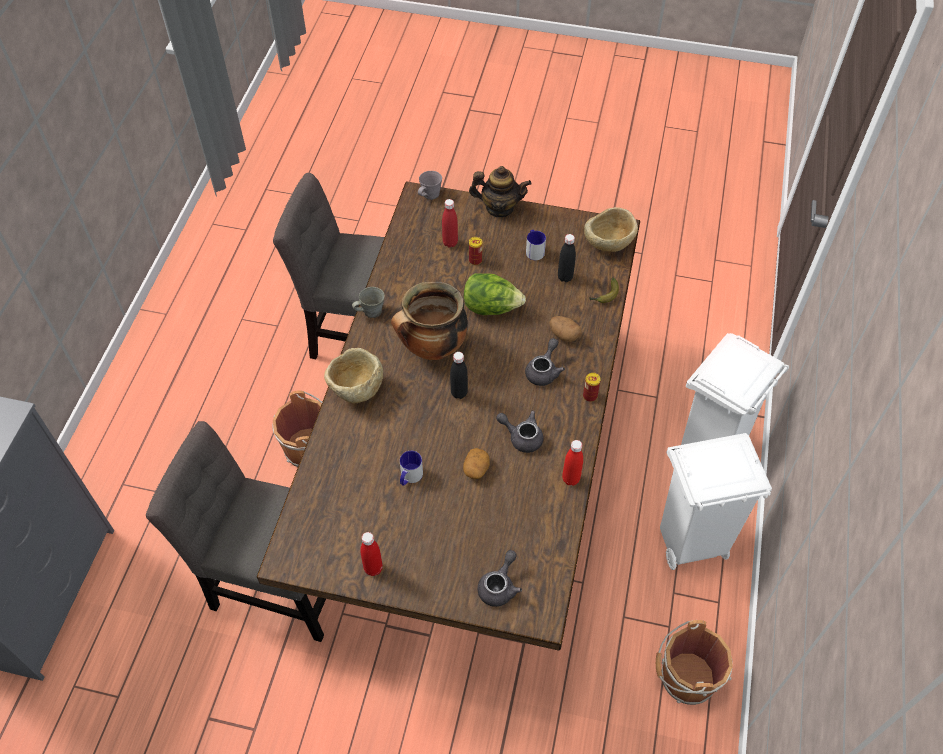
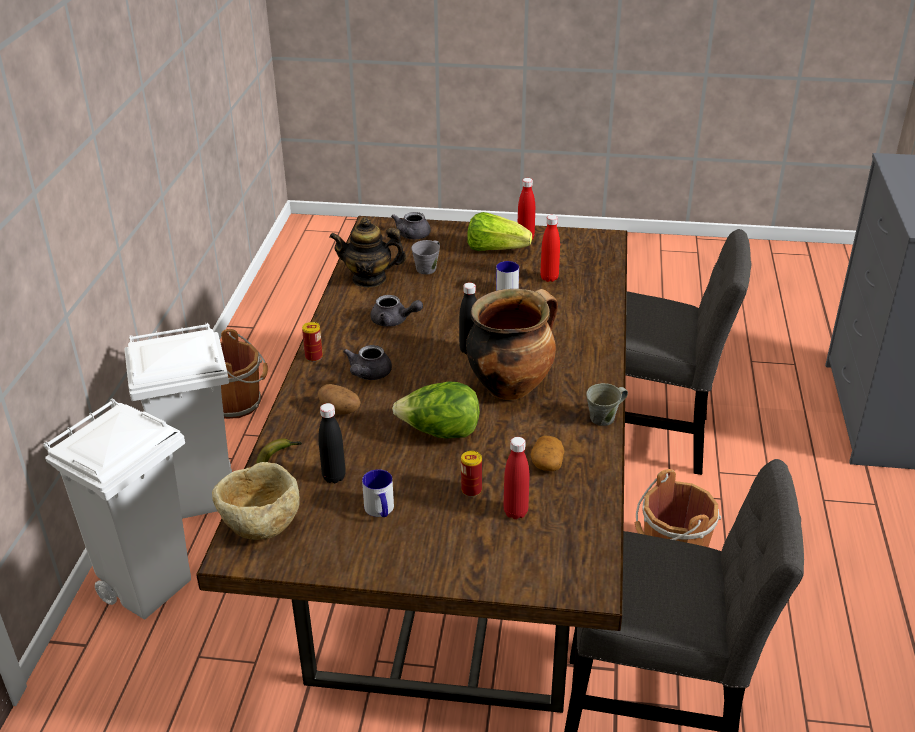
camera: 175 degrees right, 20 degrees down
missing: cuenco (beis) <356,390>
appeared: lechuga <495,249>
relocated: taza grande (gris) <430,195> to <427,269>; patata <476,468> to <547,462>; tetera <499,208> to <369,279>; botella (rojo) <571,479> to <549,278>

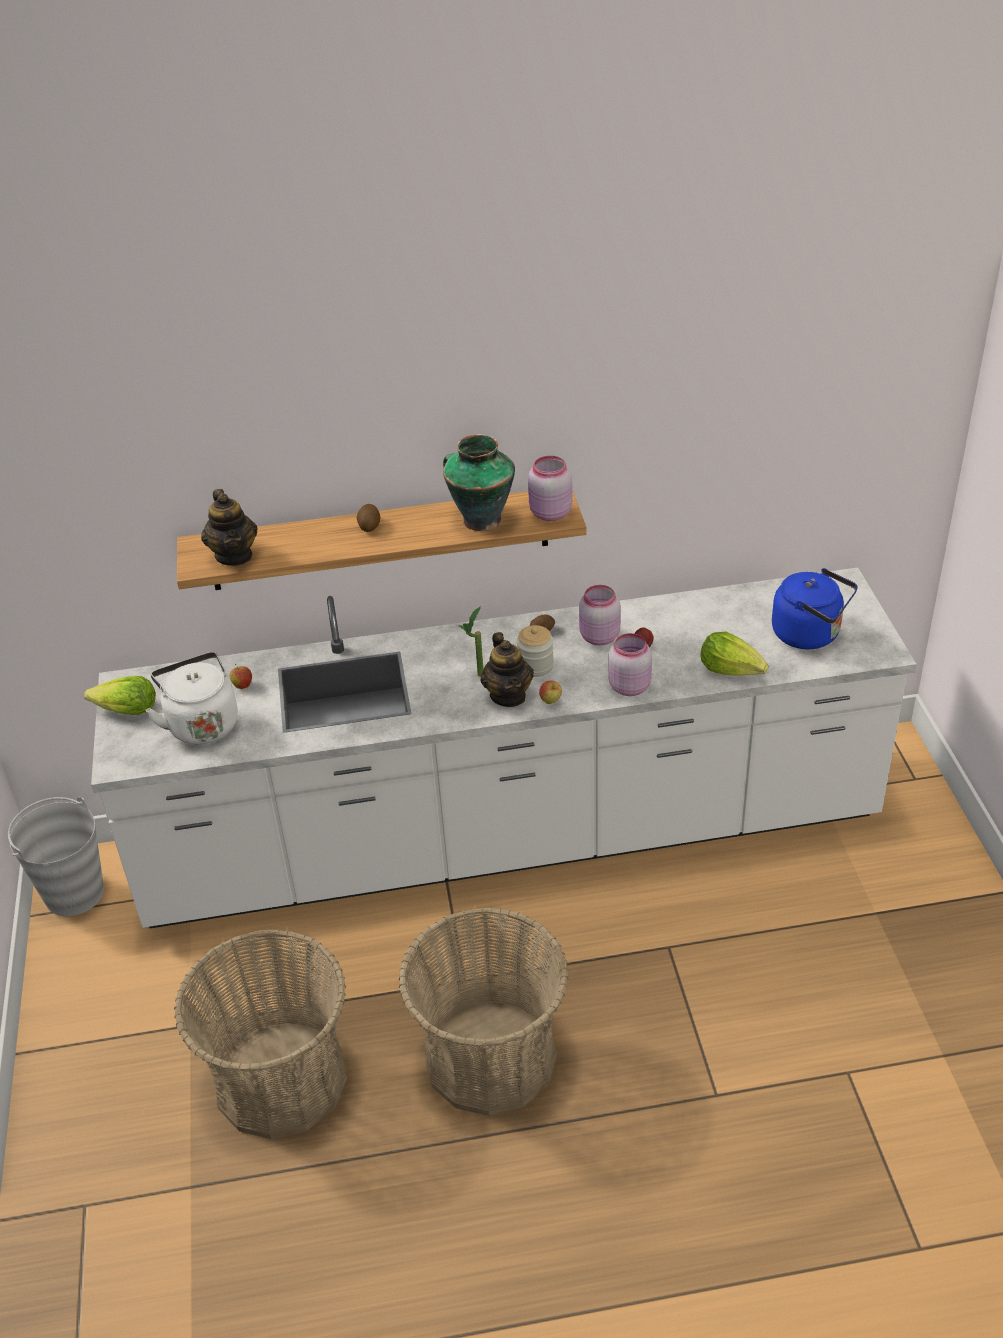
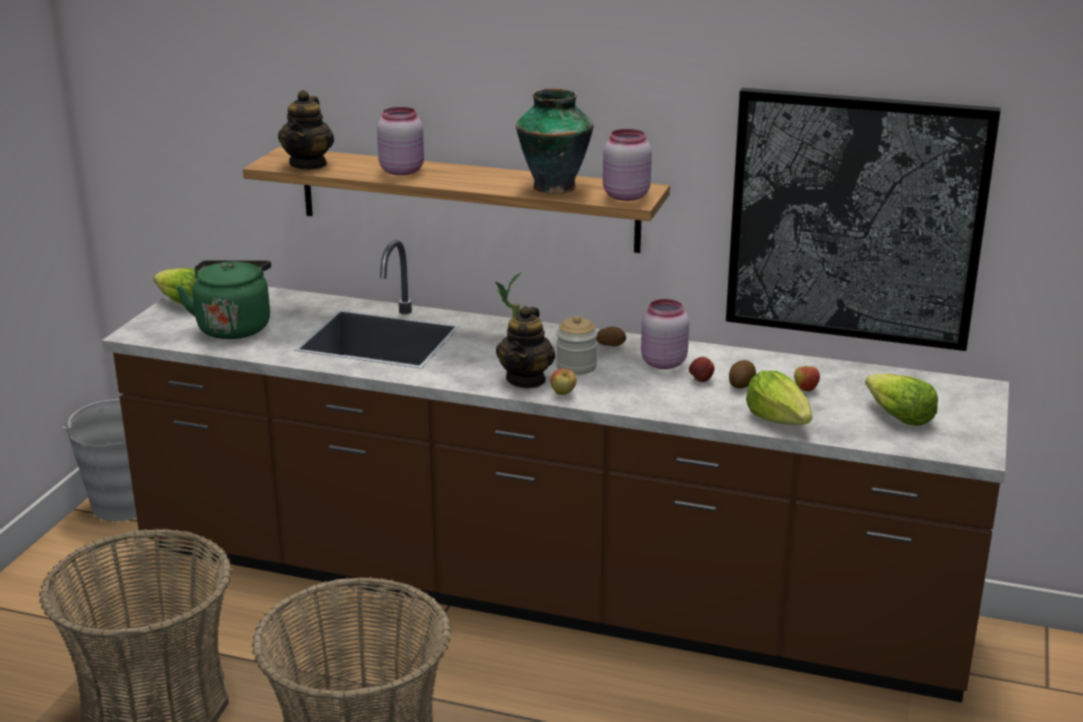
camera: 25 degrees right, 15 degrees down
appeared: cuadro <855,218>
relocated: manzana <242,685> to <805,389>; patata <369,526> to <741,384>; tarro (rosa) <629,686> to <402,170>
exchanged: hervidor (azul) <810,634> to lechuga <898,417>
colour: mueble bajo de cocina (blanco) <511,840> to mueble bajo de cocina (marrón) <541,593>; hervidor (blanco) <201,723> to hervidor (verde) <234,327>

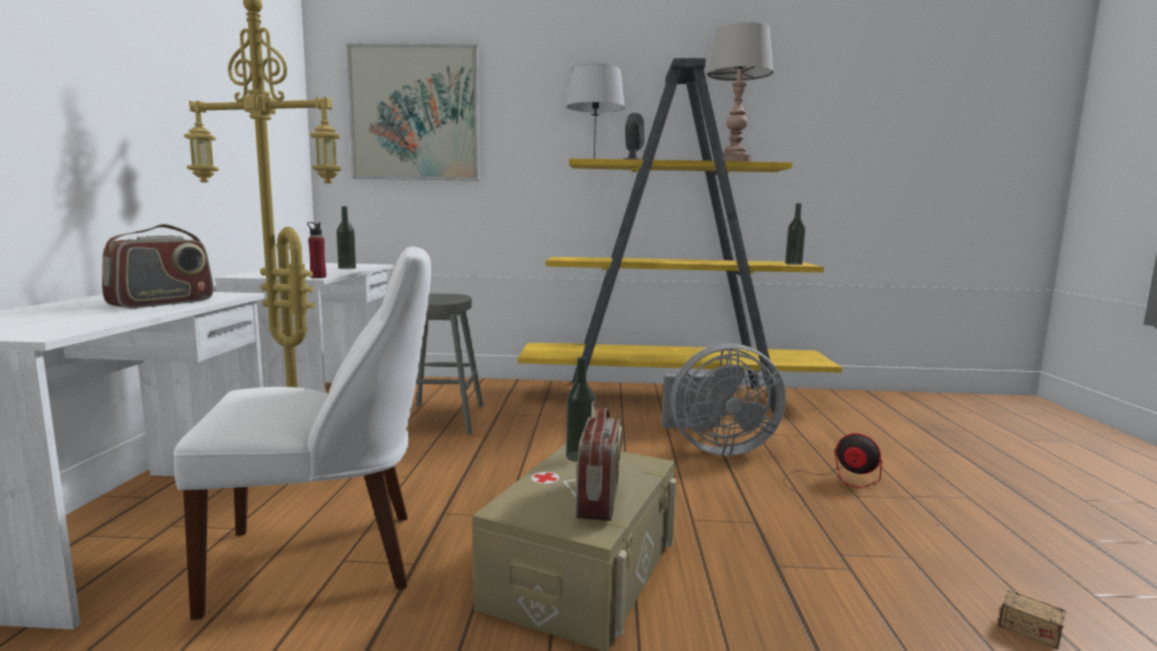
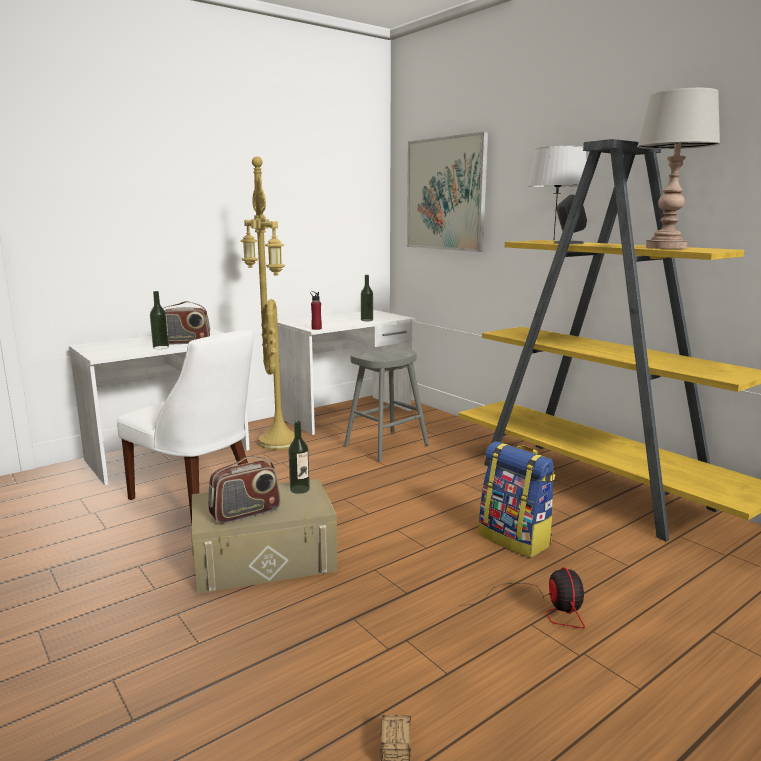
camera: 50 degrees right, 5 degrees up
relocated: botella <793,264> to <161,347>
exchanged: ventilador (gris) <716,448> to mochila <515,539>

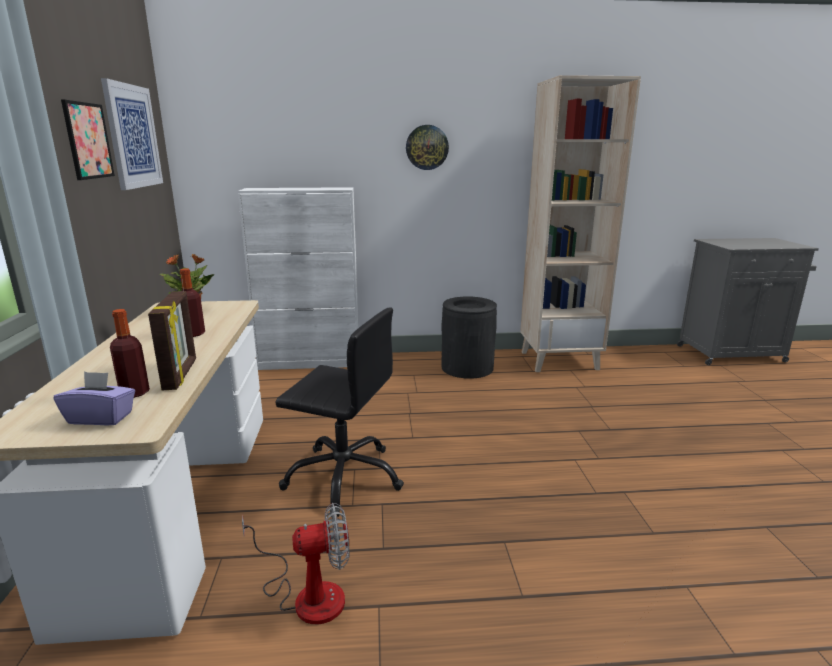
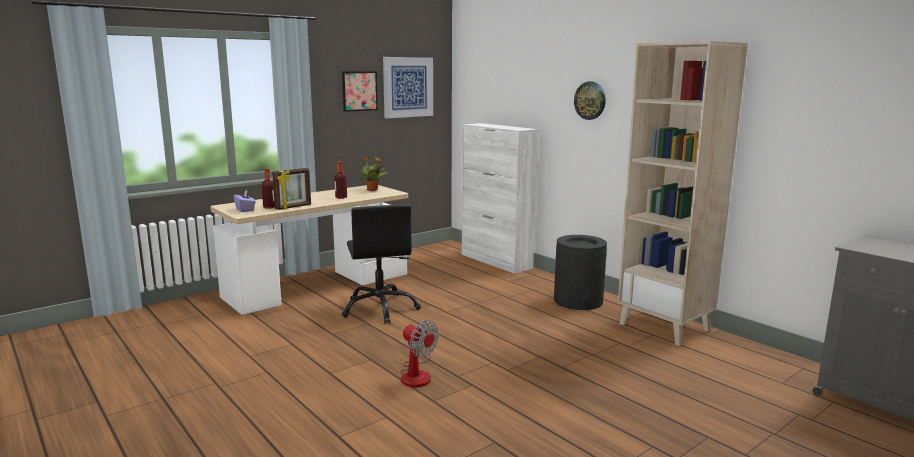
camera: 55 degrees right, 5 degrees down
relocated: ventilador <307,594> to <417,374>

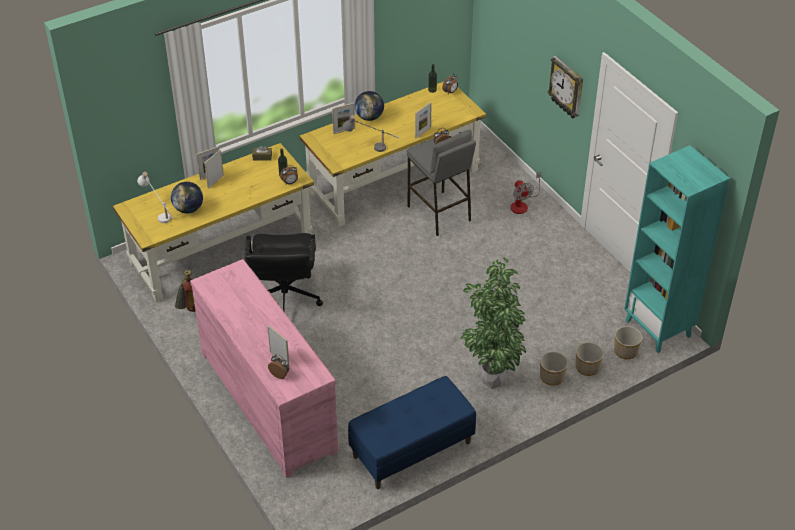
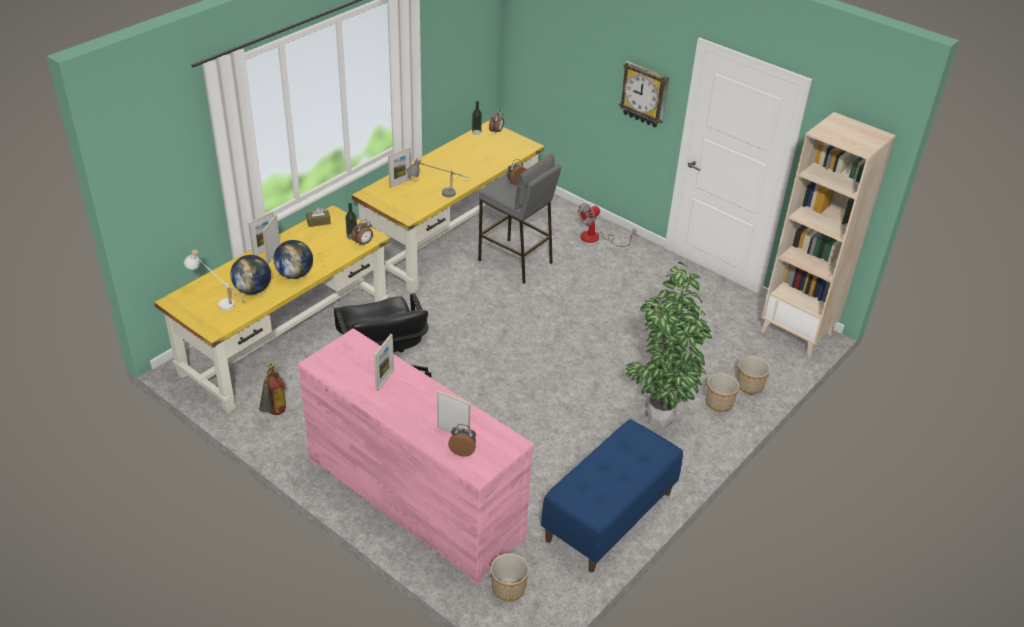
camera: 20 degrees left, 5 degrees down
relocated: globo terráqueo <369,117> to <295,274>; portarretratos <423,132> to <385,380>; maceta <626,351> to <509,588>
colour: estantería (turquesa) <658,328> to estantería (beis) <797,332>
spun: ventilador <522,204> = <597,238> 90 degrees clockwise

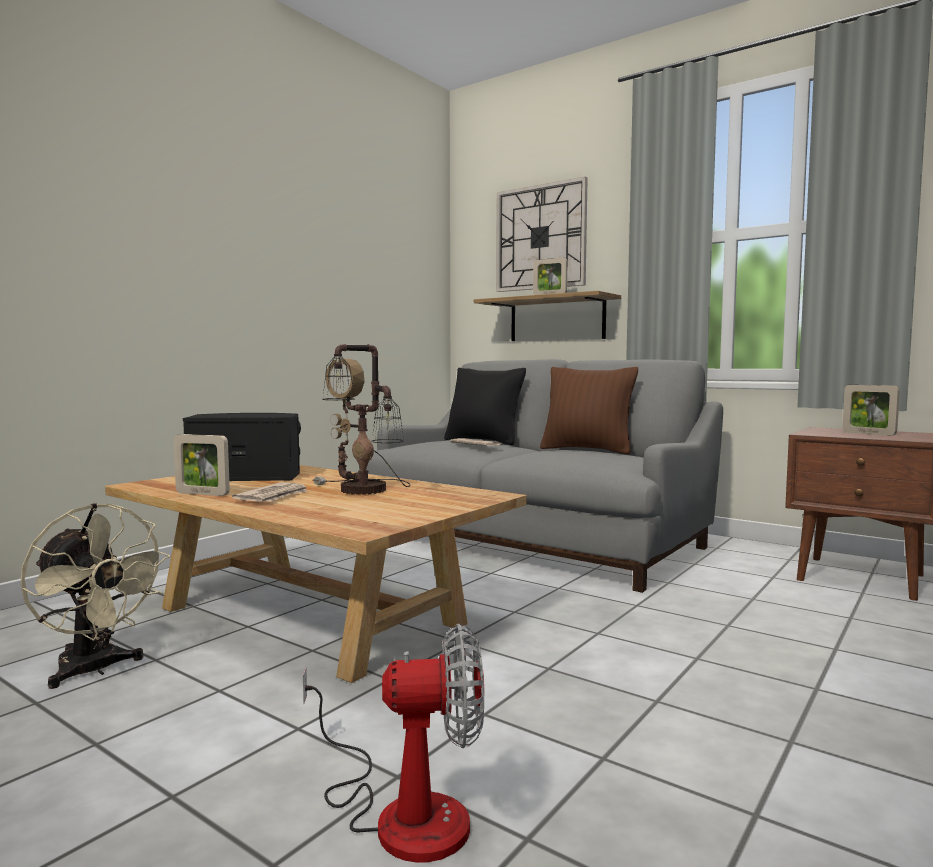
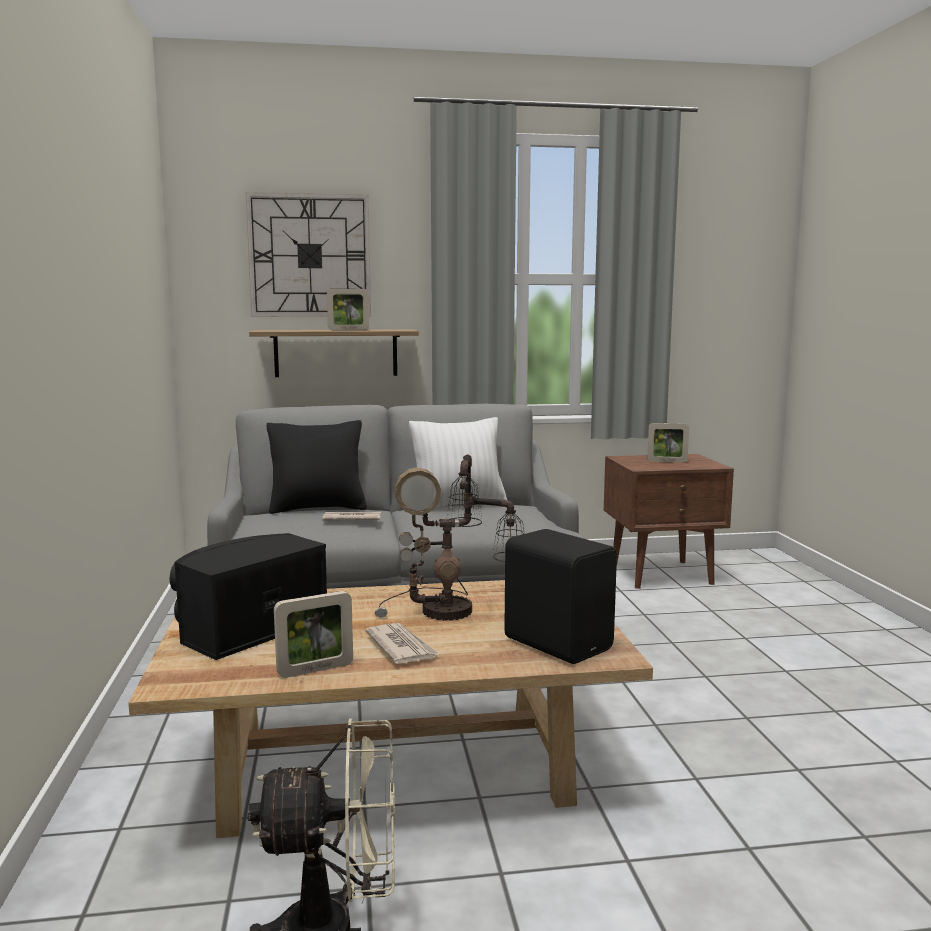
camera: 45 degrees left, 5 degrees up
missing: ventilador <401,811>
appeared: altavoz (negro) <558,643>
colour: cojín (marrón) <587,450> to cojín (blanco) <458,505>

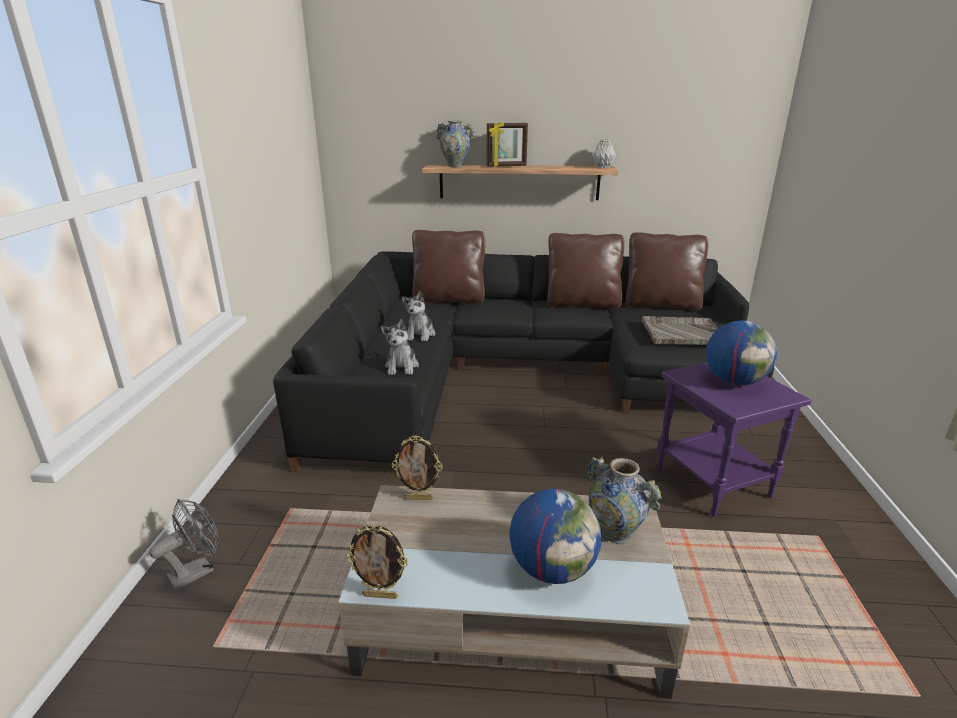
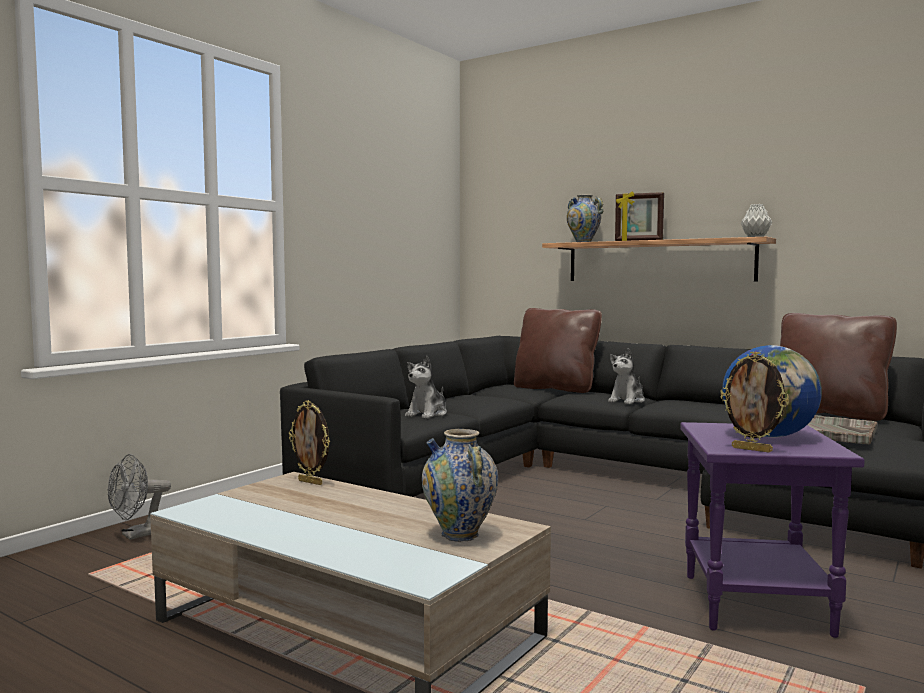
camera: 30 degrees right, 20 degrees down
missing: globo terráqueo <552,569>; cojín (marrón) <582,304>
relocated: portarretratos <380,595> to <752,449>; peluche <420,334> to <627,400>
spun: ventilador (gris) <197,571> = <138,535> 150 degrees clockwise

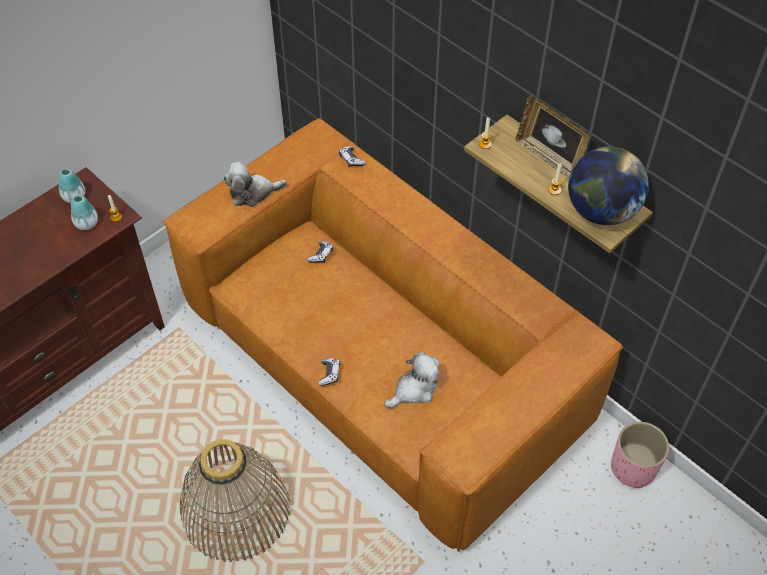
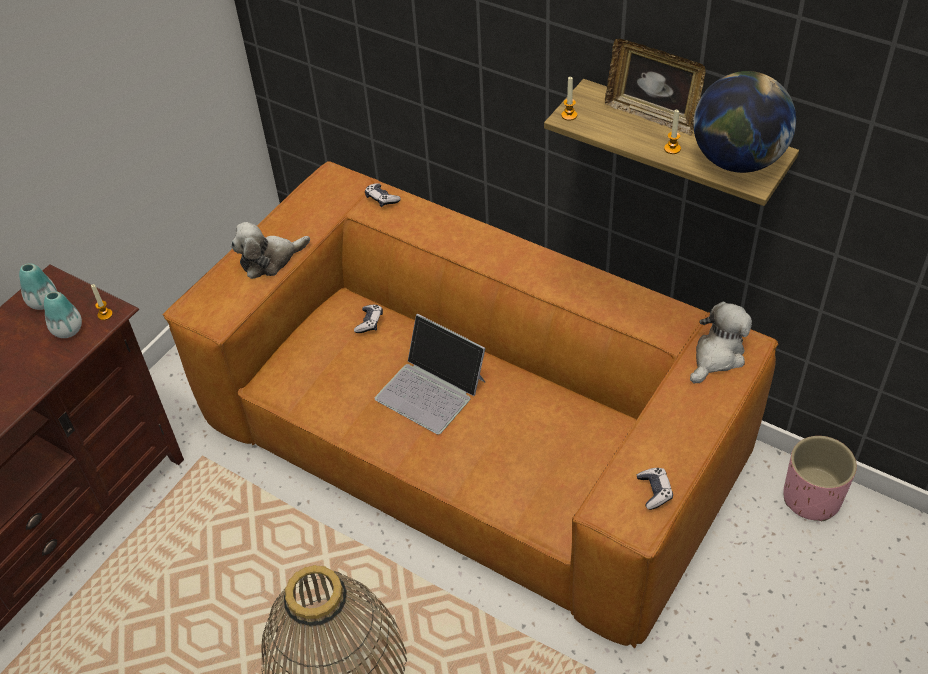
camera: 10 degrees left, 5 degrees down
appeared: portátil <431,389>
relocated: mando de consola <329,374> to <654,491>; peluche <414,389> to <717,356>

